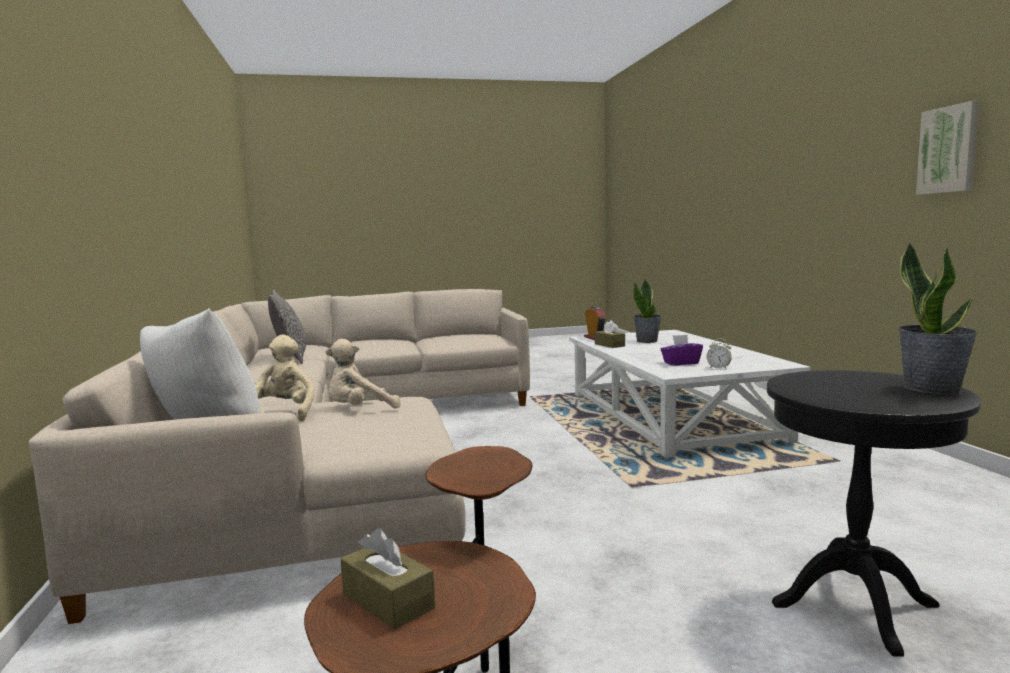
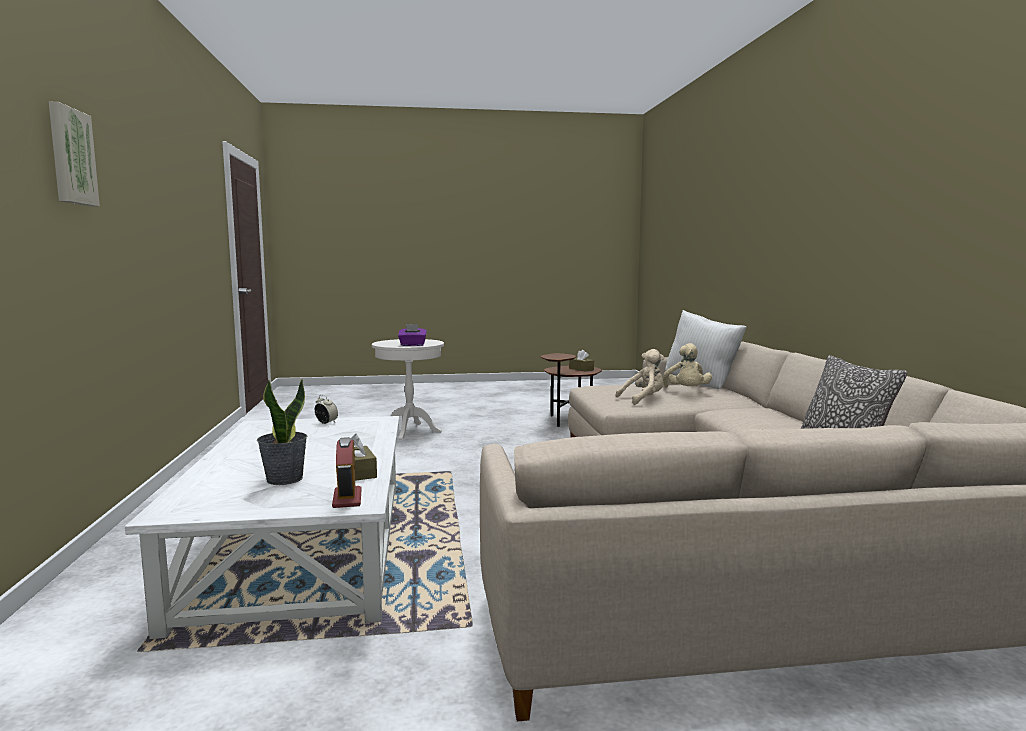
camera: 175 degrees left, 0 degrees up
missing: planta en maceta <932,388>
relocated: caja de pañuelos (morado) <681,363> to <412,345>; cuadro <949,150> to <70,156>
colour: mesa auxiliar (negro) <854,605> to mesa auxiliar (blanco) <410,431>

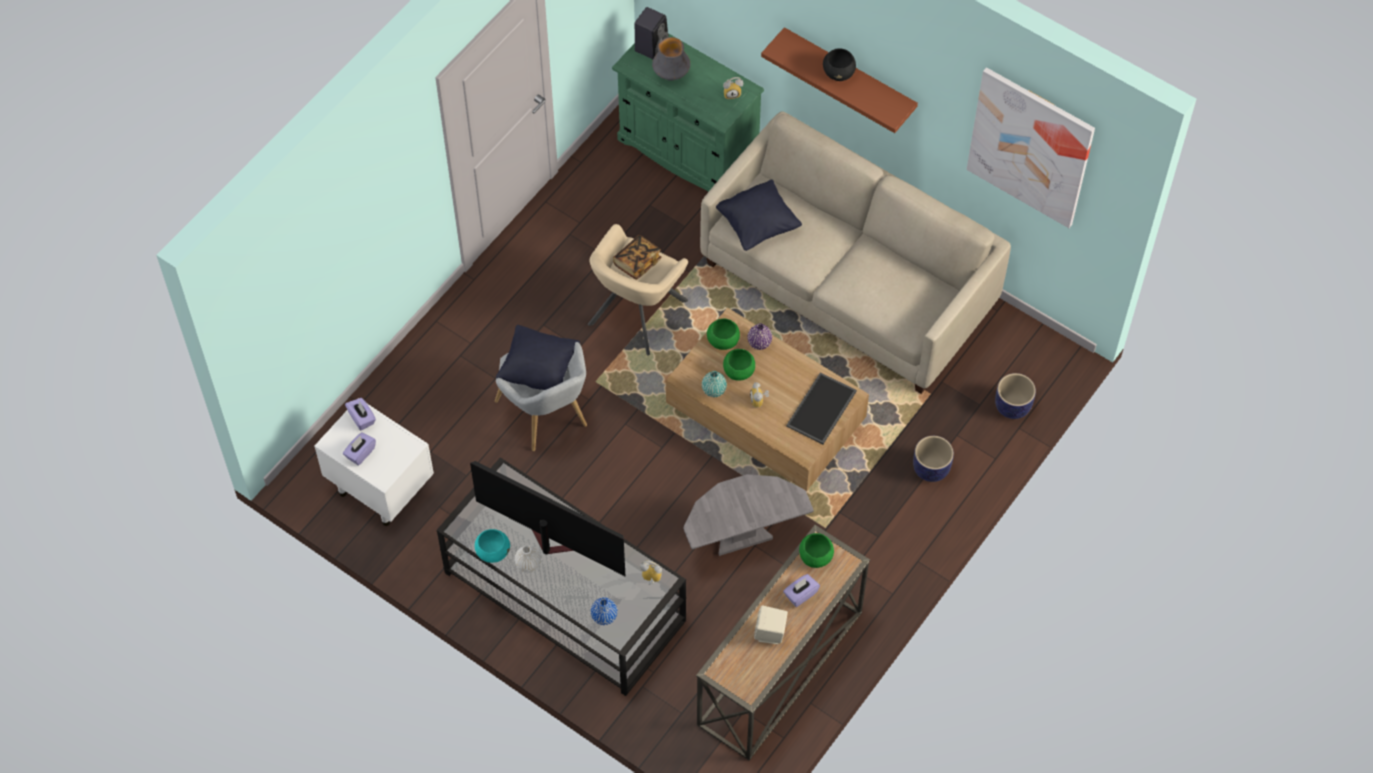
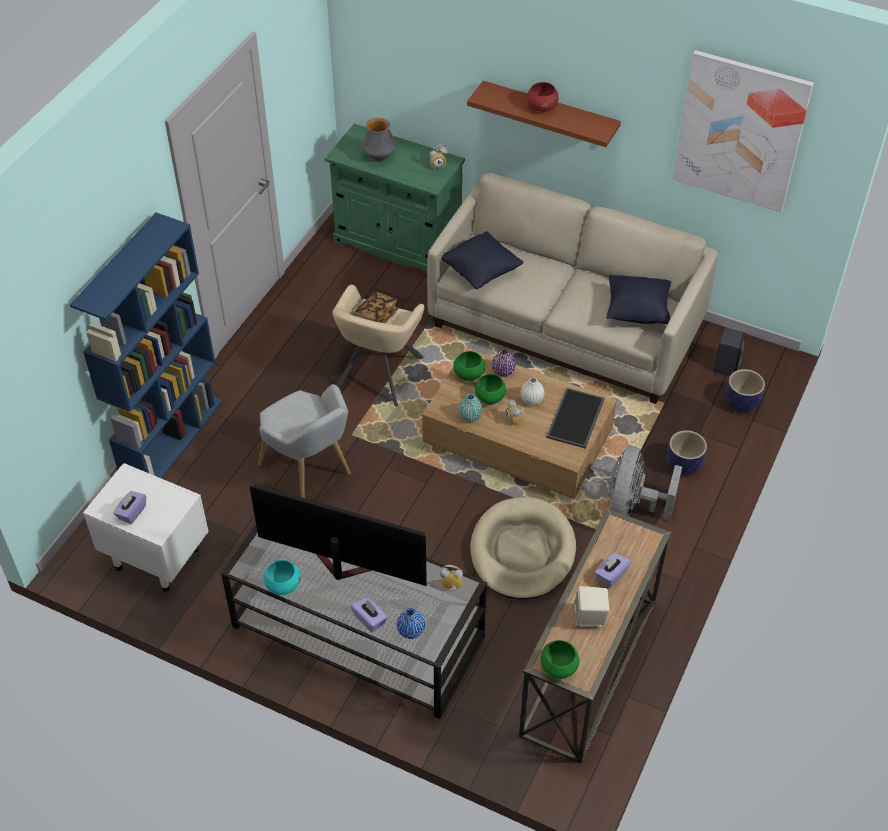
camera: 10 degrees left, 10 degrees down
appeared: estantería (azul) <172,438>; ventilador (gris) <632,507>
relocated: caja de pañuelos (morado) <362,418> to <370,619>; cojín (negro) <539,369> to <637,311>; florero (blanco) <528,564> to <531,400>; altavoz (negro) <651,46> to <726,365>; cuenco (verde) <815,557> to <558,667>
exchanged: mesa auxiliar (gris) <742,538> to cama para perro (beis) <522,551>
colour: cuenco (negro) <839,73> to cuenco (rojo) <542,107>

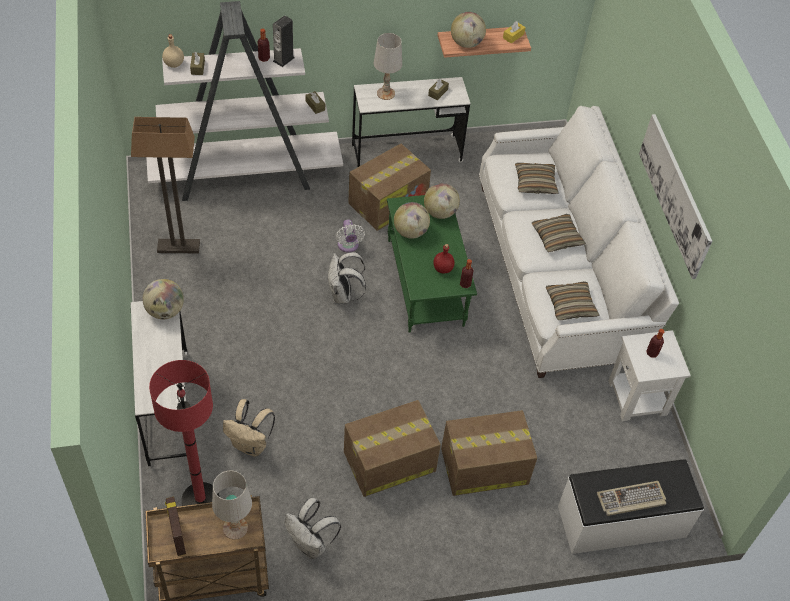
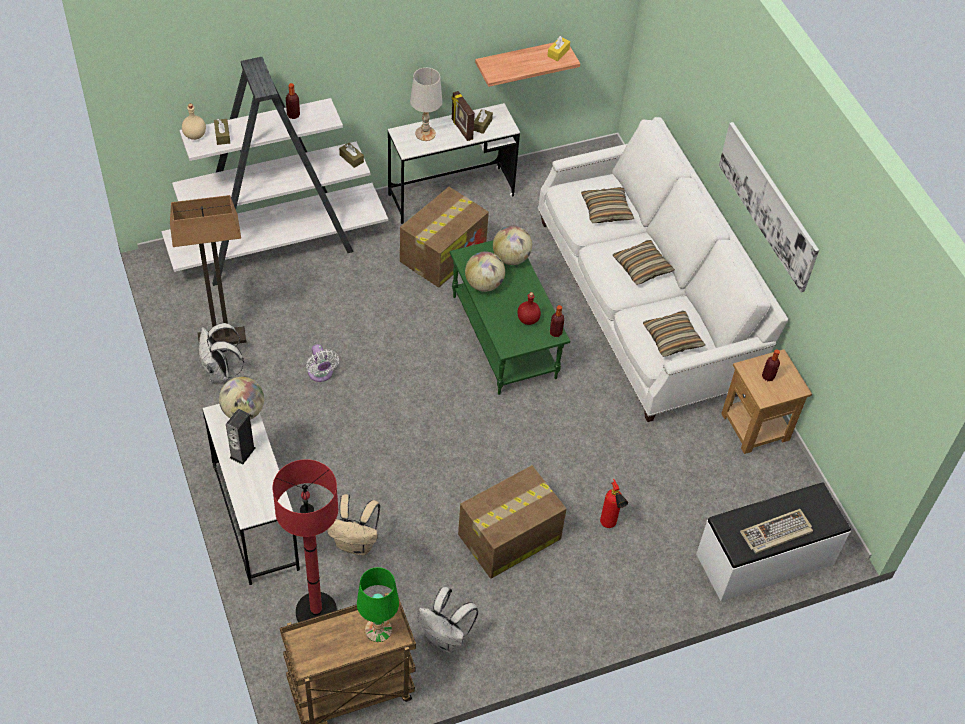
camera: 10 degrees left, 0 degrees up
missing: globo terráqueo <466,43>
relocated: portarretratos <177,536> to <461,129>; altavoz <283,59> to <242,452>; mochila (blanco) <343,295> to <220,372>; ventilador (blanco) <348,246> to <321,374>
exchanged: caja de cartón <483,466> to extintor <609,525>
colour: lámpara de mesa (blanco) <235,528> to lámpara de mesa (verde) <378,630>; mesa auxiliar (blanco) <637,398> to mesa auxiliar (marrón) <755,427>

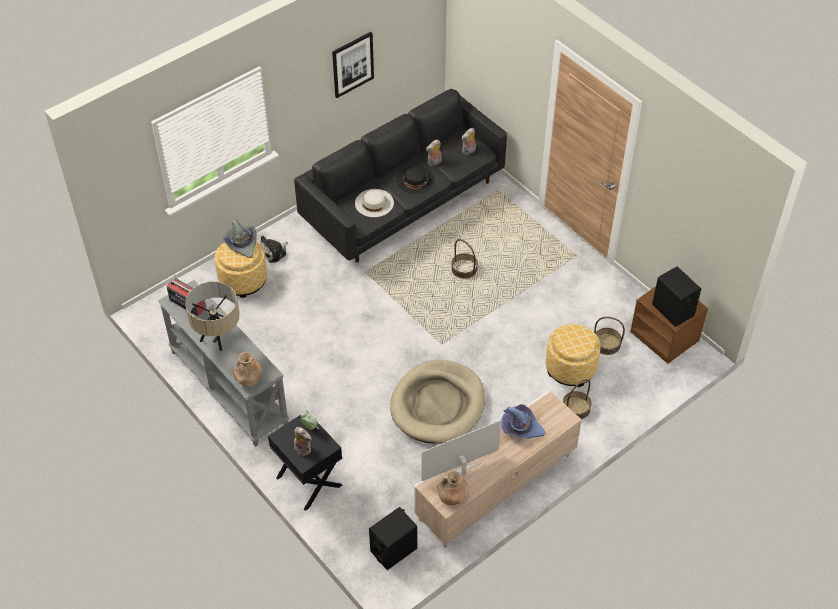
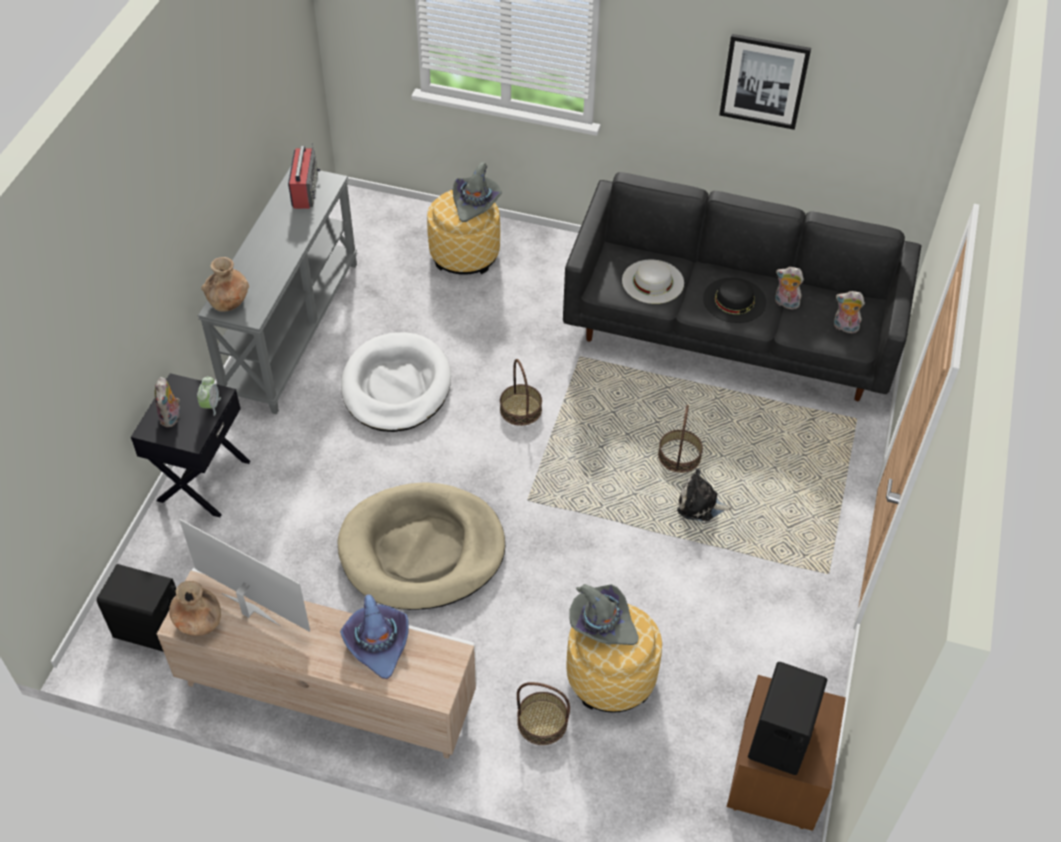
camera: 55 degrees right, 0 degrees up
missing: lámpara de mesa (beis) <218,337>
appeared: cama para perro (blanco) <396,386>; sombrero (gris) <602,622>
relocated: peluche <274,252> to <700,505>; cesta <606,344> to <520,409>

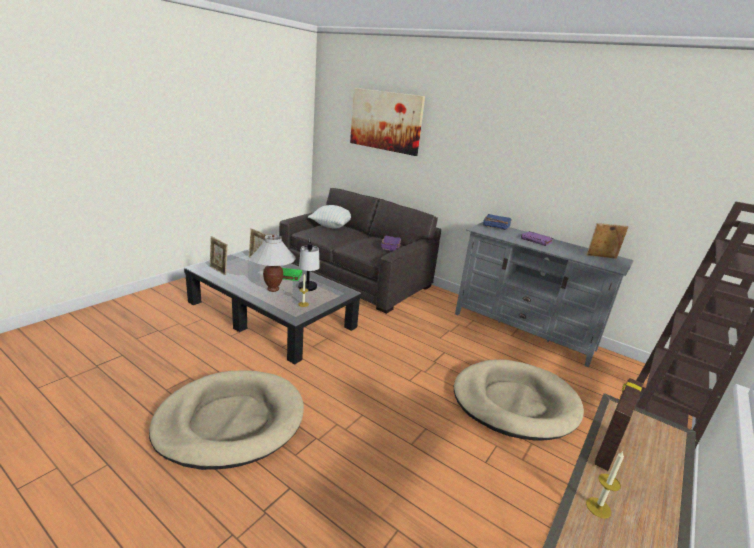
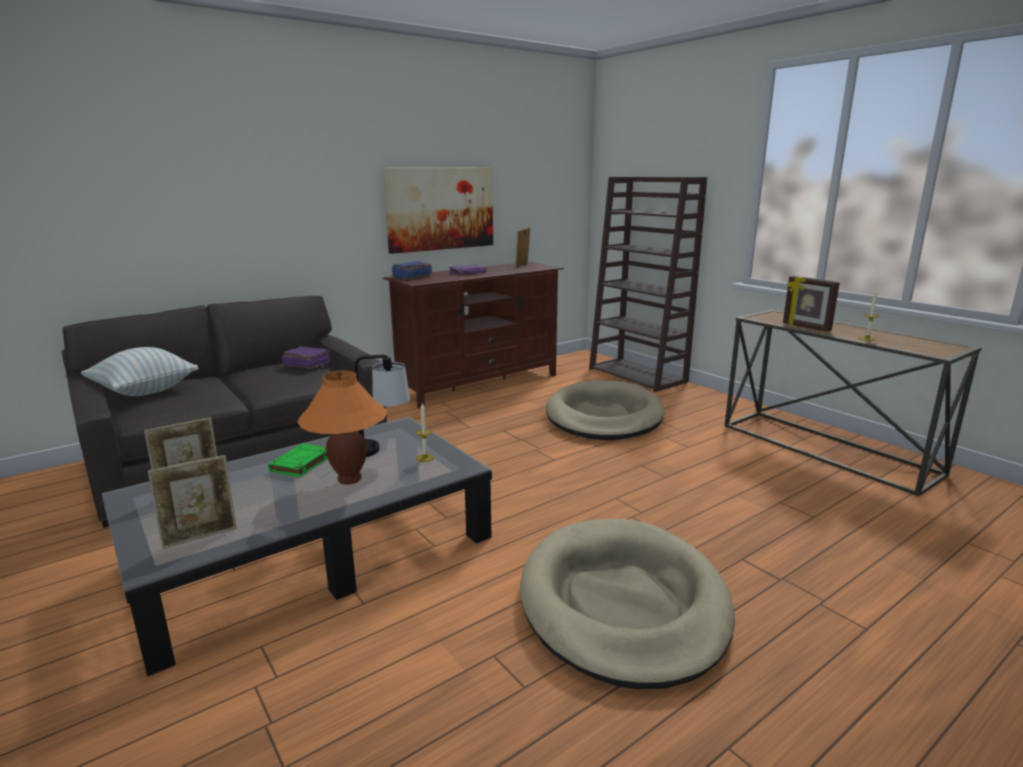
camera: 70 degrees left, 5 degrees down
relocated: cuadro <385,121> to <440,208>
colour: lámpara de mesa (blanco) <273,289> to lámpara de mesa (naranja) <350,479>; mueble de televisión (gris) <523,331> to mueble de televisión (marrón) <479,384>

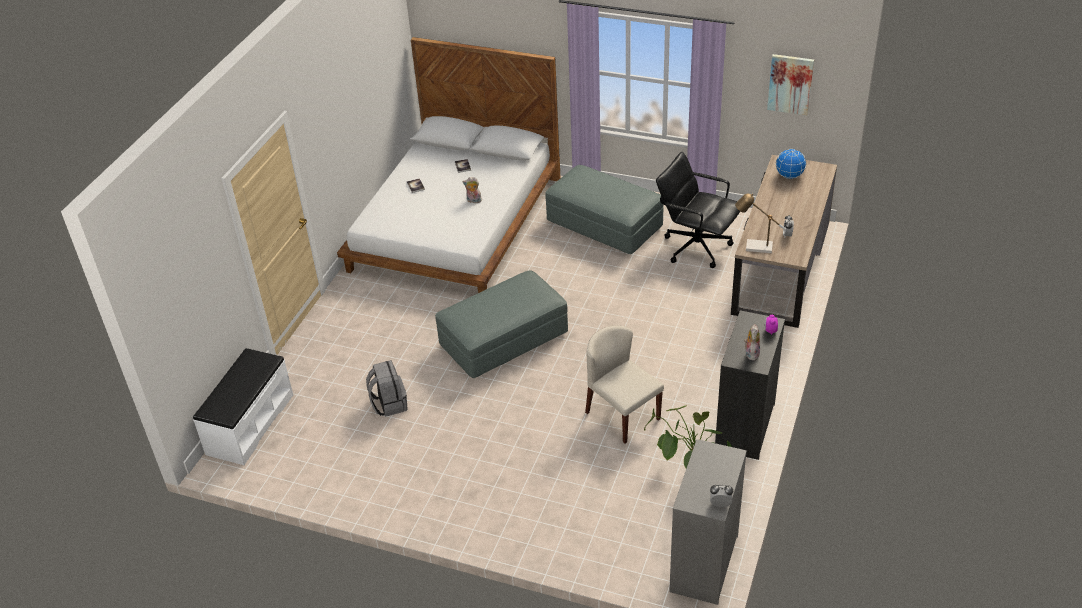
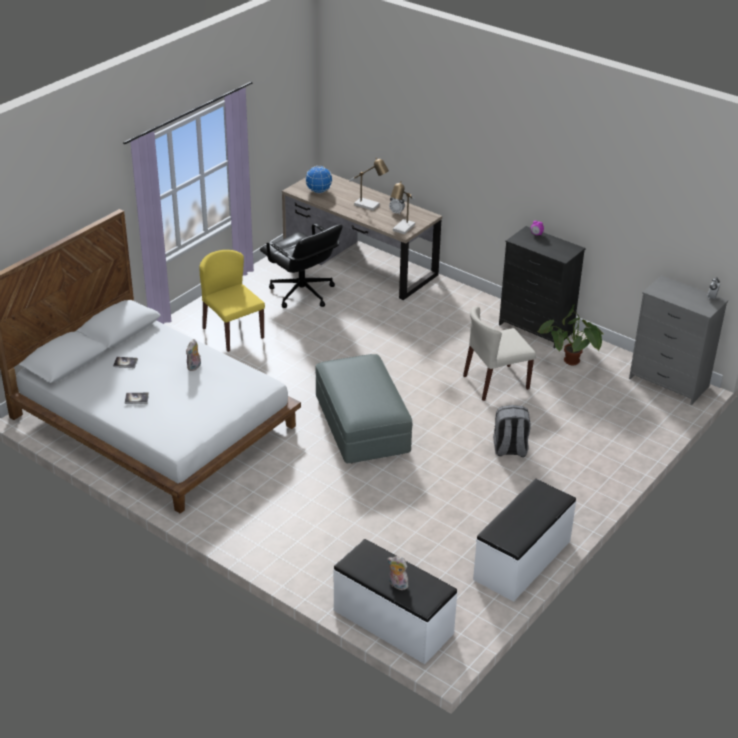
camera: 75 degrees left, 5 degrees down
missing: cuadro <790,84>
appeared: lámpara de mesa <370,205>; banco (blanco) <523,560>
relocated: mochila (gris) <389,404> to <509,449>; peluche <751,353> to <397,585>
exchanged: puf (gris) <604,225> to silla (amarillo) <232,333>
spun: silla de oficina (negro) <696,247> = <302,294> 90 degrees counterclockwise

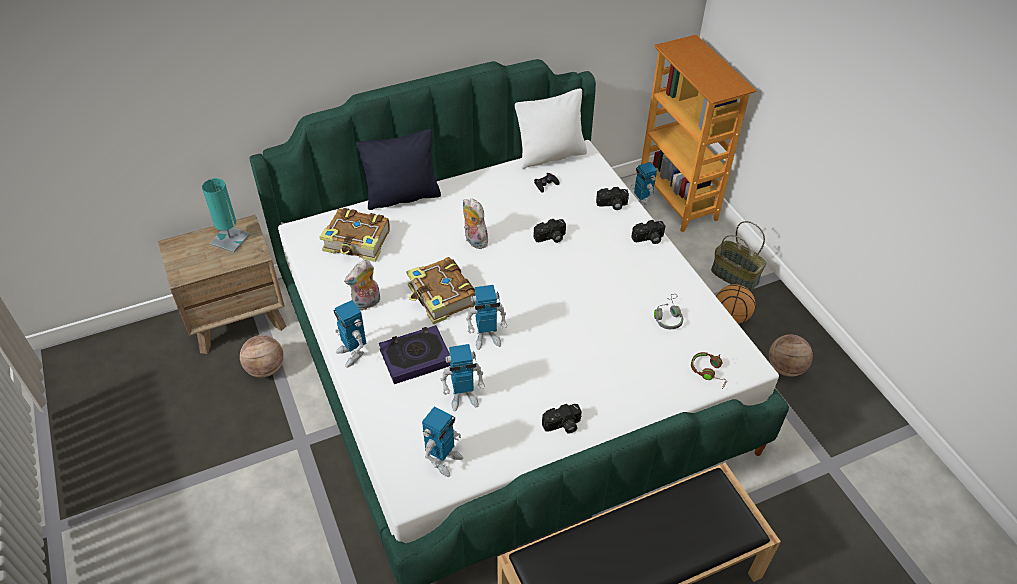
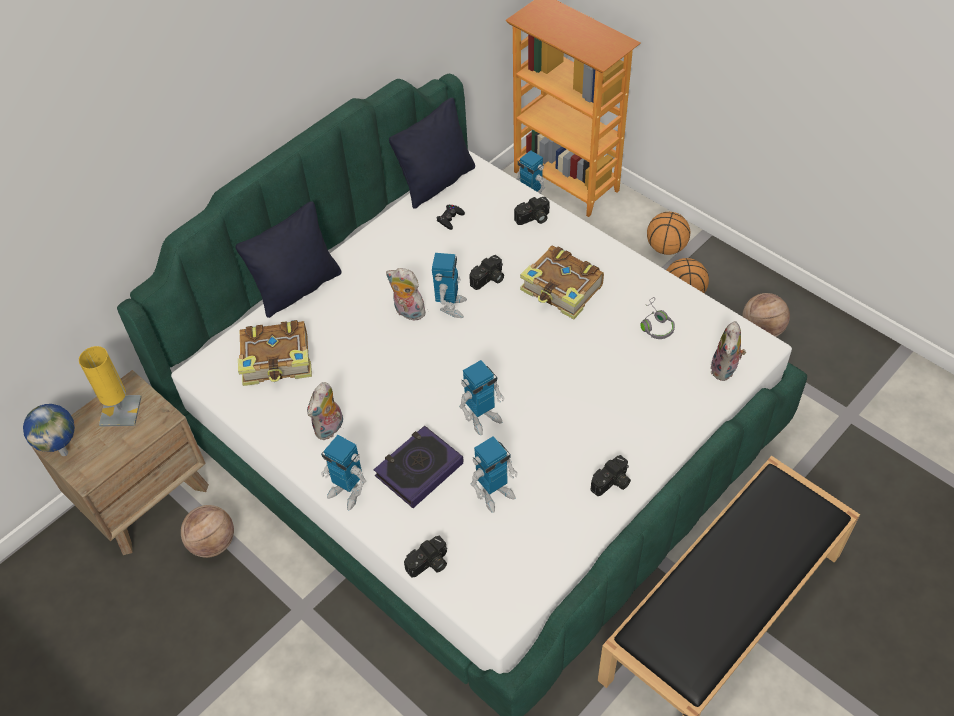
camera: 20 degrees left, 5 degrees up
appeared: globo terráqueo <64,452>
relocated: libro <441,297> to <562,290>; robot de juguete <443,460> to <451,307>; cámara <648,239> to <429,564>
exchanged: auriculares (marrón) <709,372> to peluche <725,370>; cesta <735,276> to balón de baloncesto <666,247>
colour: lámpara de mesa (turquesa) <230,239> to lámpara de mesa (amarillo) <120,411>; cojín (blanco) <550,155> to cojín (negro) <437,182>

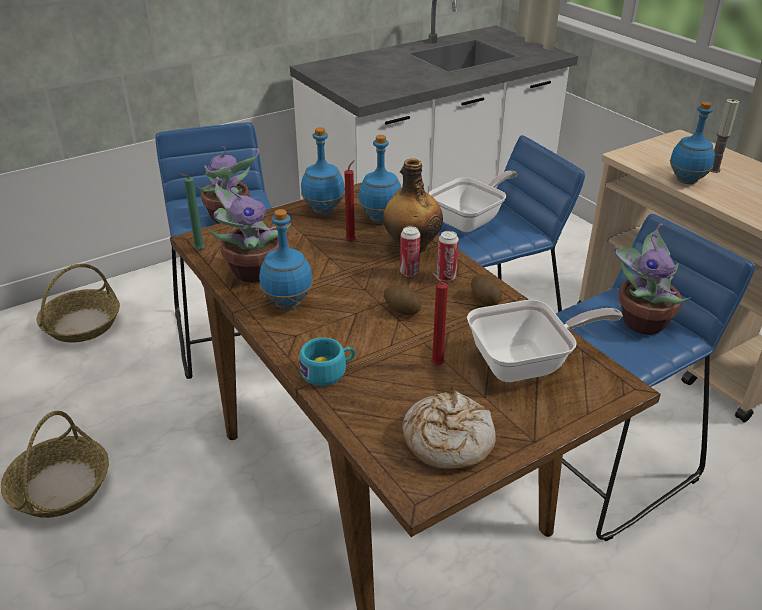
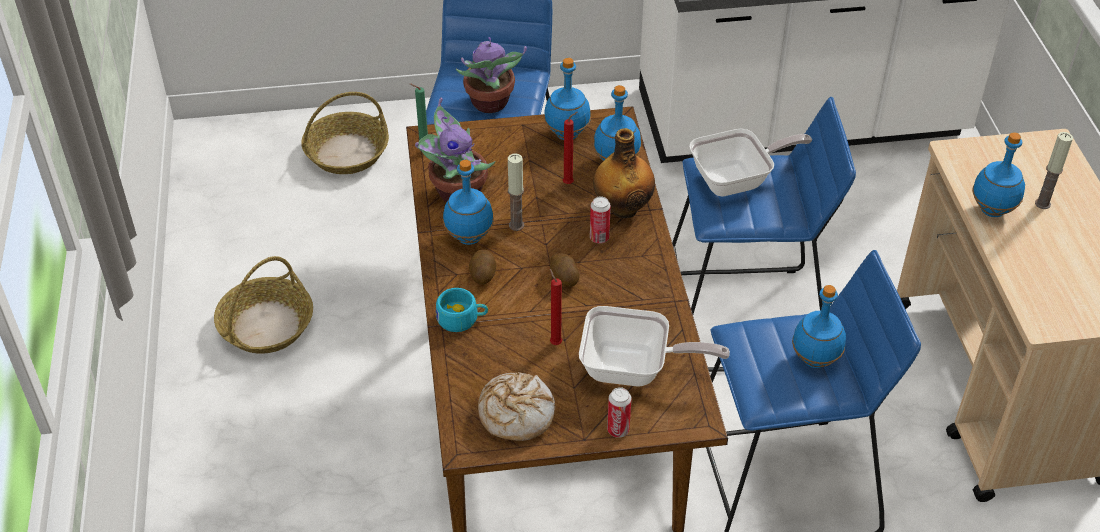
camera: 25 degrees right, 10 degrees up
appeared: vela <516,225>
relocated: lata <446,277> to <618,430>; patata <484,299> to <482,274>
exchanged: planta en maceta <641,321> to botella (azul) <815,359>

